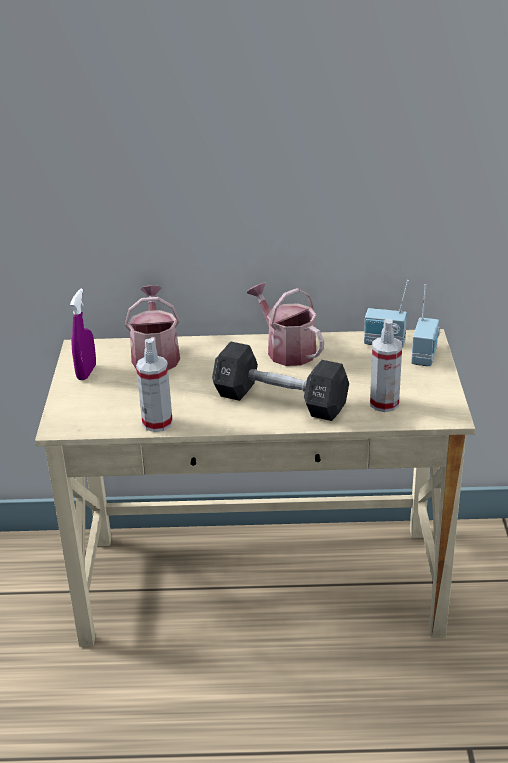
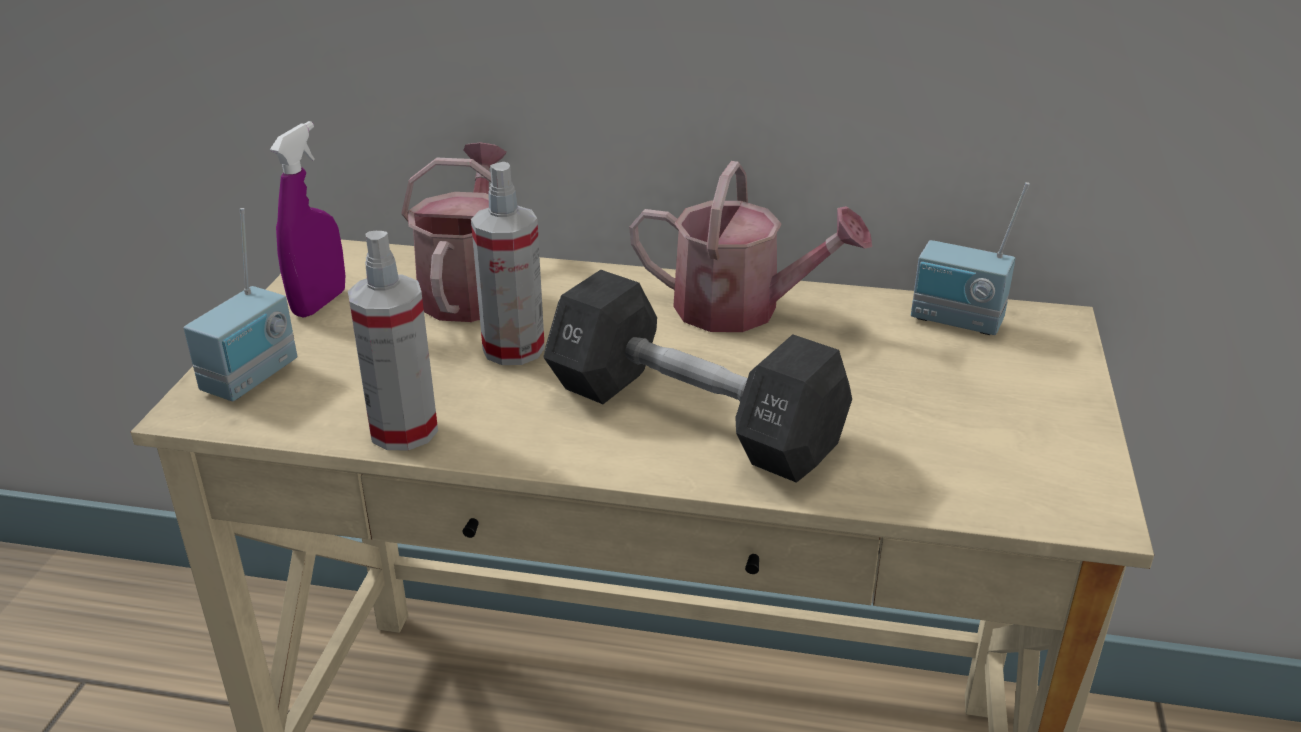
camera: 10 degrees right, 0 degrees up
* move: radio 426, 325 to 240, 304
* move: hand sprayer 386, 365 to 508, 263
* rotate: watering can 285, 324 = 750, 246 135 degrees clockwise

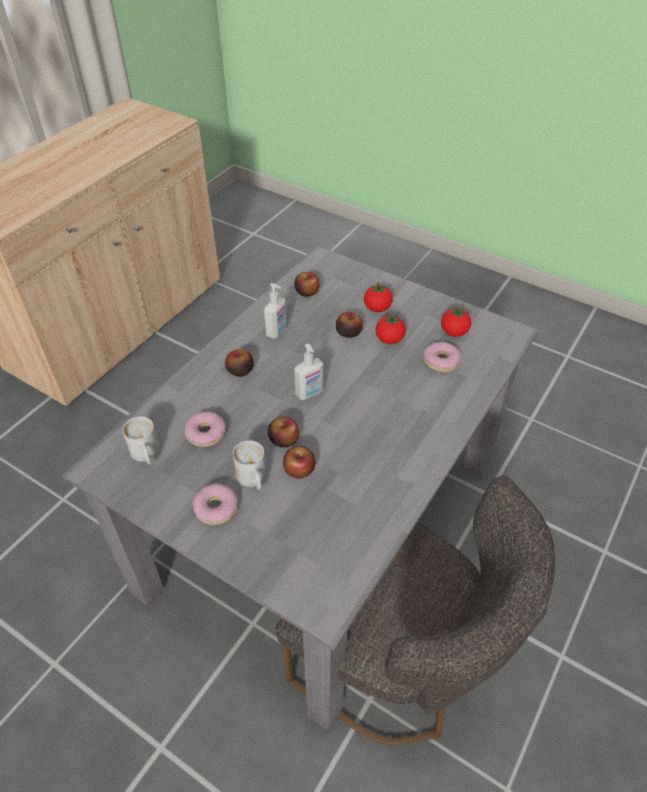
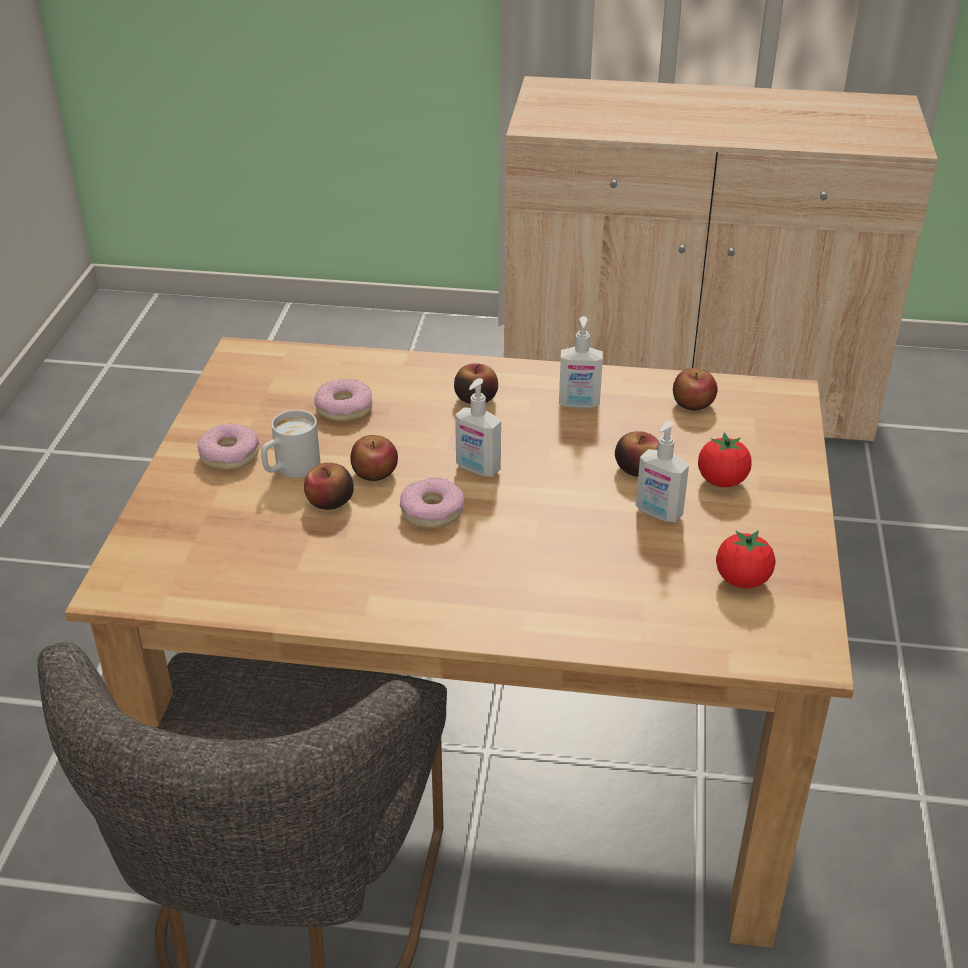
camera: 65 degrees right, 10 degrees down
* recolor: gray dining table 300, 488 to brownish dining table 459, 642
* move: doughnut 442, 357 to 432, 502
* replace: fresh tomato 391, 328 to soap dispenser 662, 471
* delete: white-coloured tea mug 141, 440

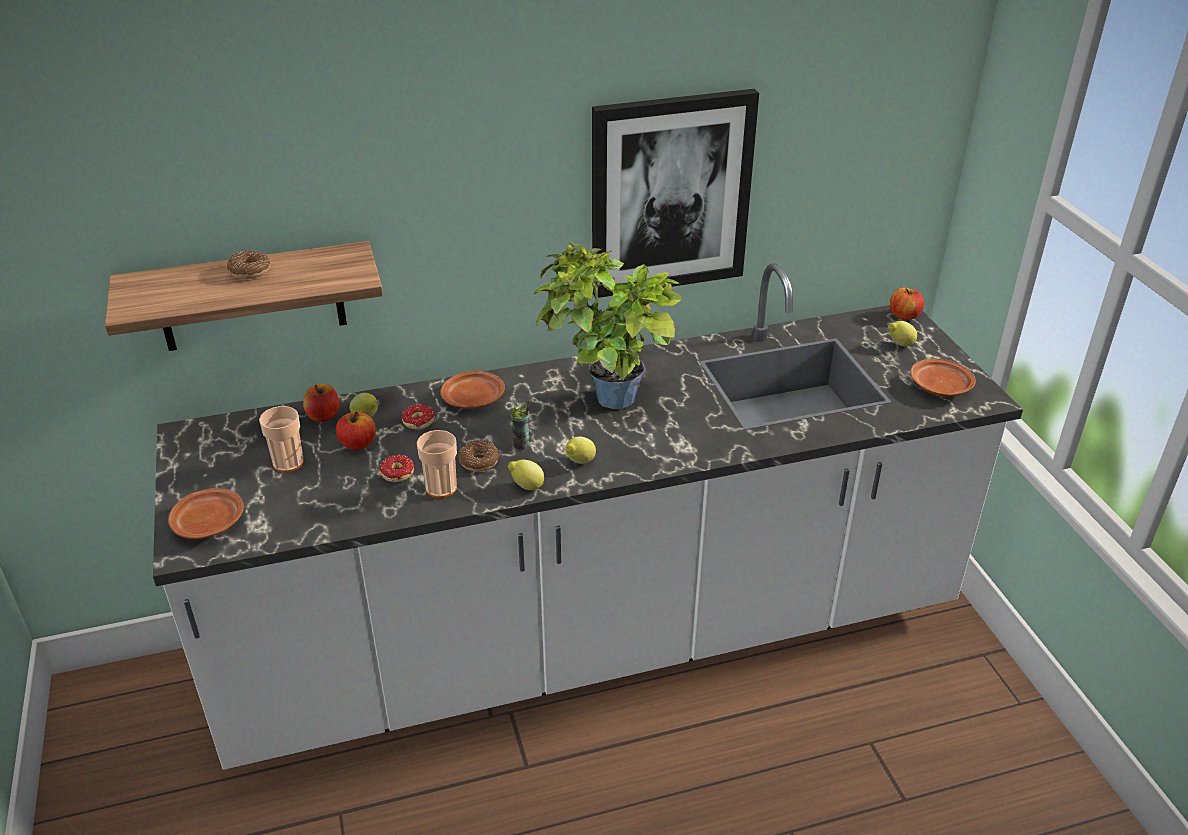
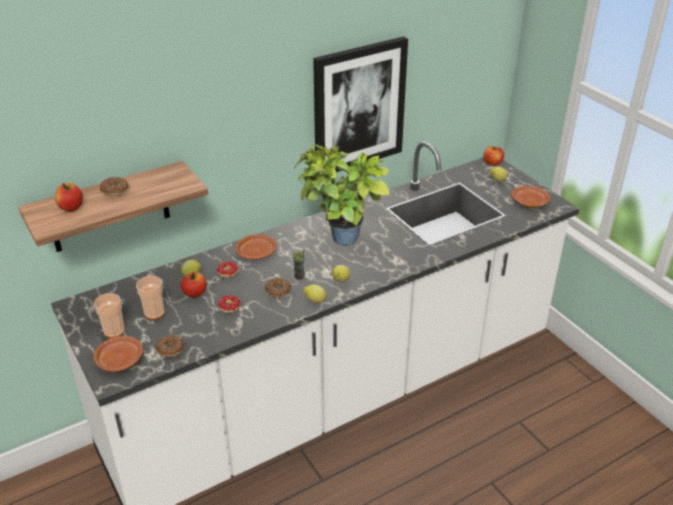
camera: 15 degrees left, 0 degrees up
* move: apple 321, 403 to 69, 197
* move: drinking cup 437, 464 to 109, 315
* insert: doughnut 170, 346

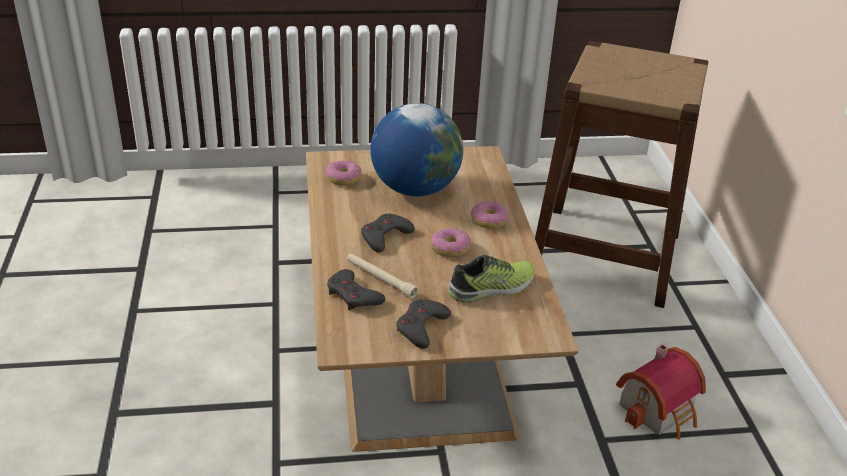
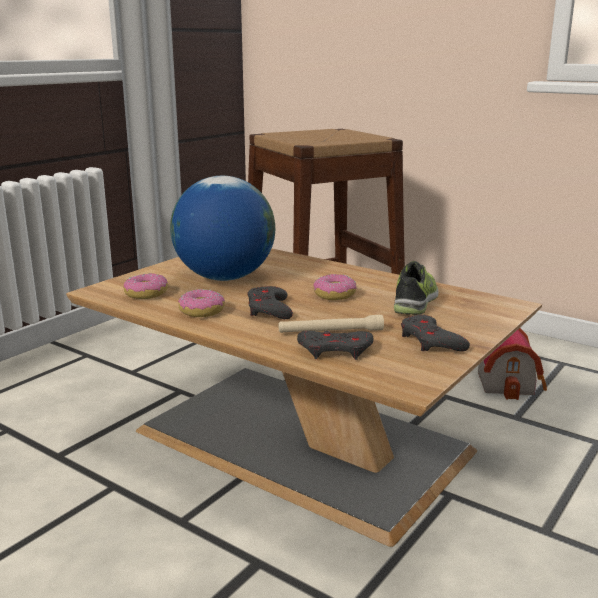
camera: 45 degrees left, 15 degrees down
* move: doughnut 489, 215 to 201, 303

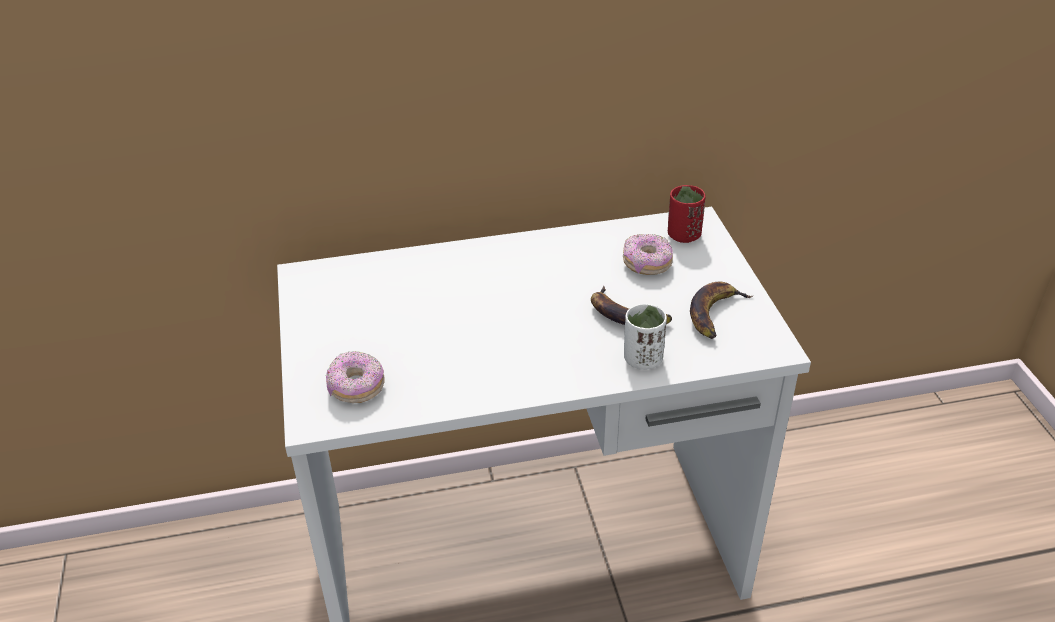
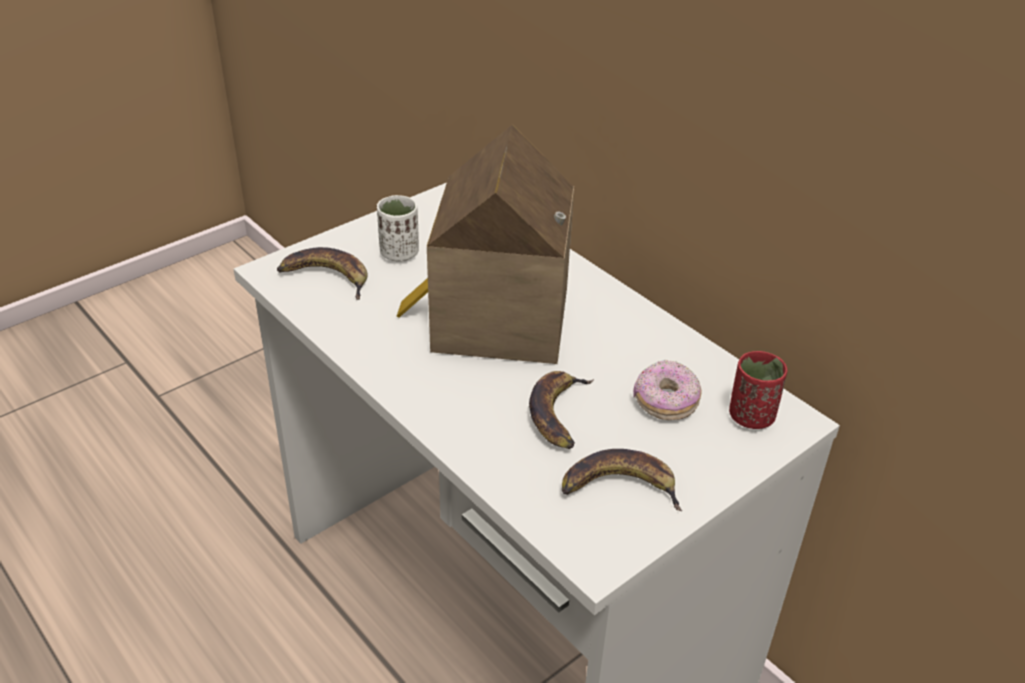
camera: 60 degrees right, 0 degrees up
* replace: doughnut 355, 377 to banana 322, 273
* move: white-coloured drinking cup 645, 337 to 398, 228
* insert: miniature house 485, 244

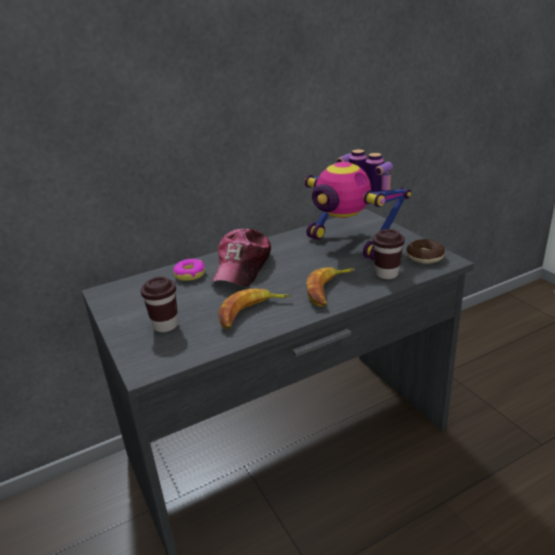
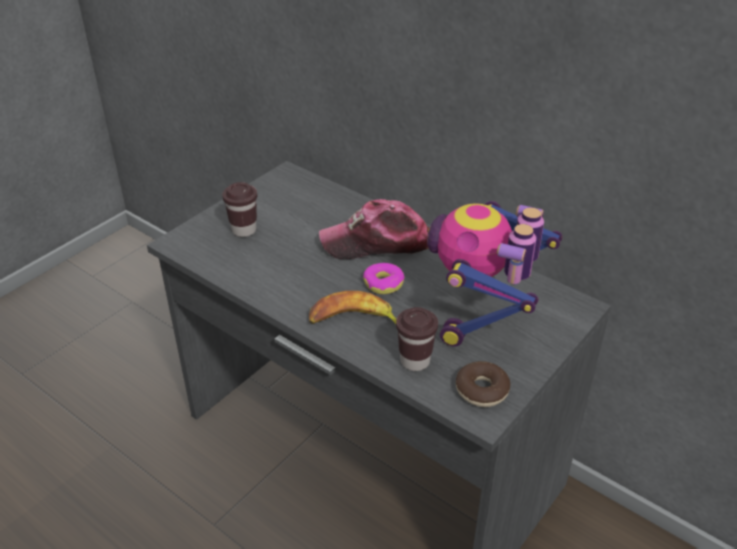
camera: 65 degrees right, 10 degrees up
* move: doughnut 189, 270 to 384, 278
* delete: banana 254, 308

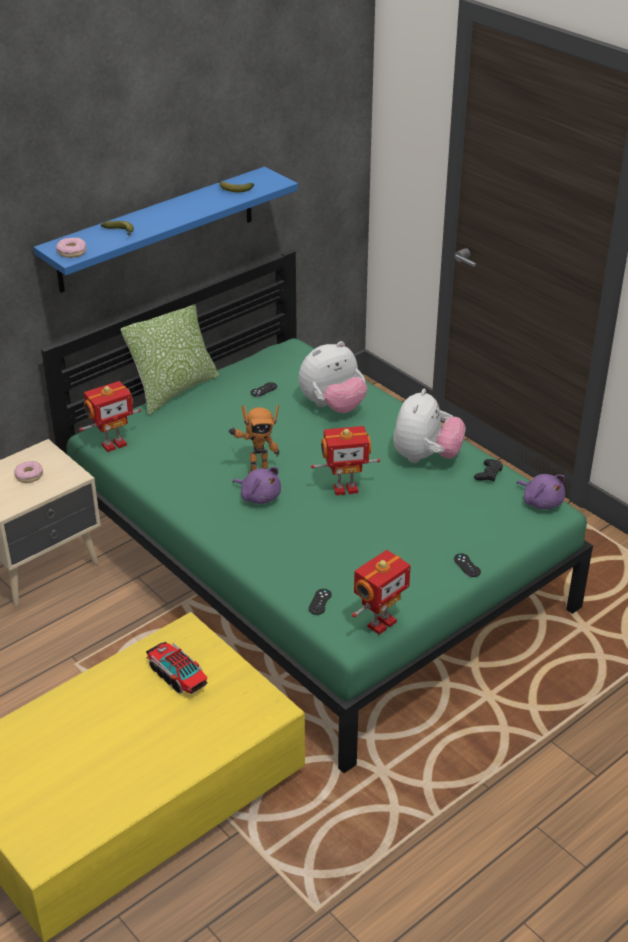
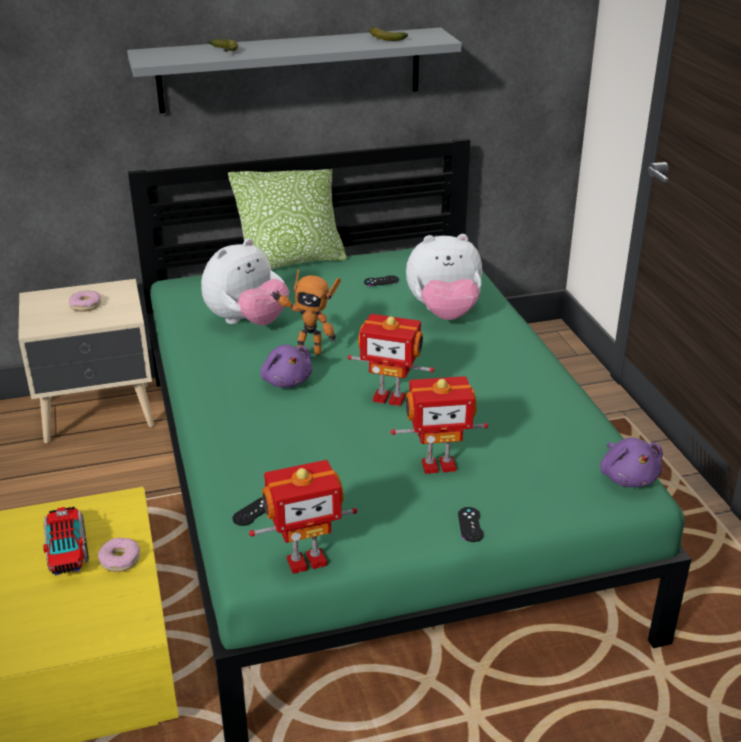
camera: 25 degrees right, 5 degrees down
* move: doughnut 71, 248 to 119, 555
* recolor: bluish bracket shelf 166, 230 to gray bracket shelf 294, 70
* move: soft toy 429, 426 to 245, 281
* move: model robot 110, 416 to 439, 425
* delete: black-coloured gamepad 488, 470

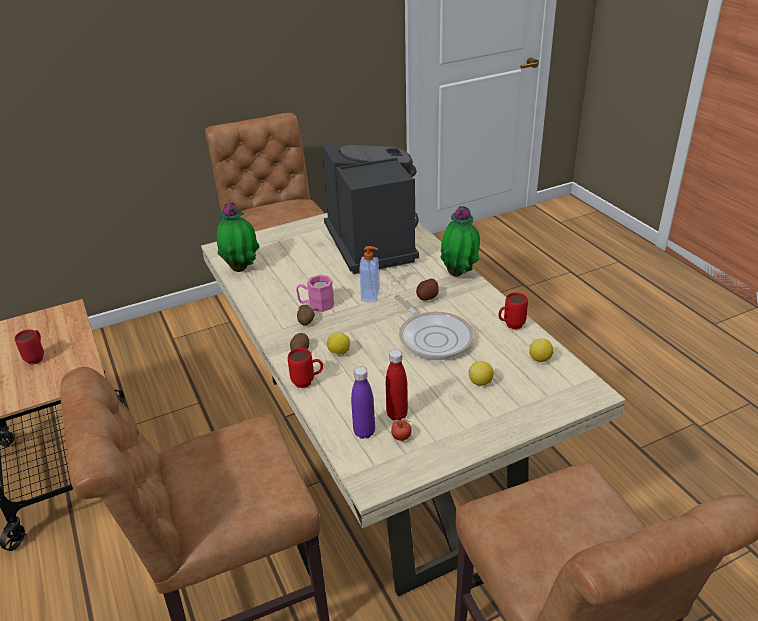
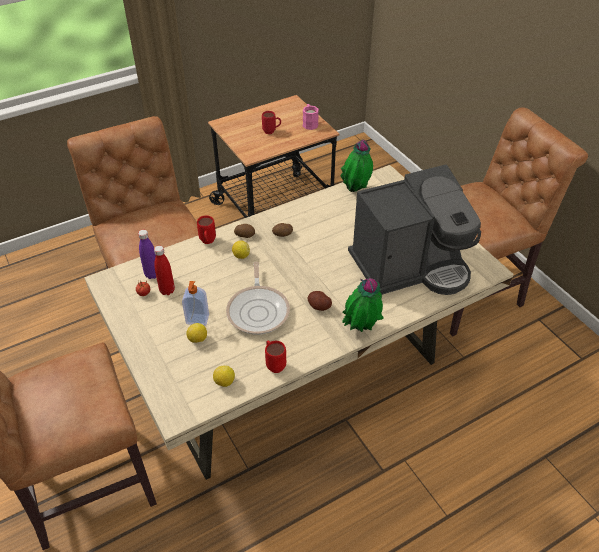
camera: 85 degrees right, 10 degrees up
* move: soap dispenser 369, 274 to 195, 303
* rotate: frying pan 434, 327 = 258, 298 60 degrees counterclockwise
* move: pink-coloured tea mug 315, 293 to 311, 117

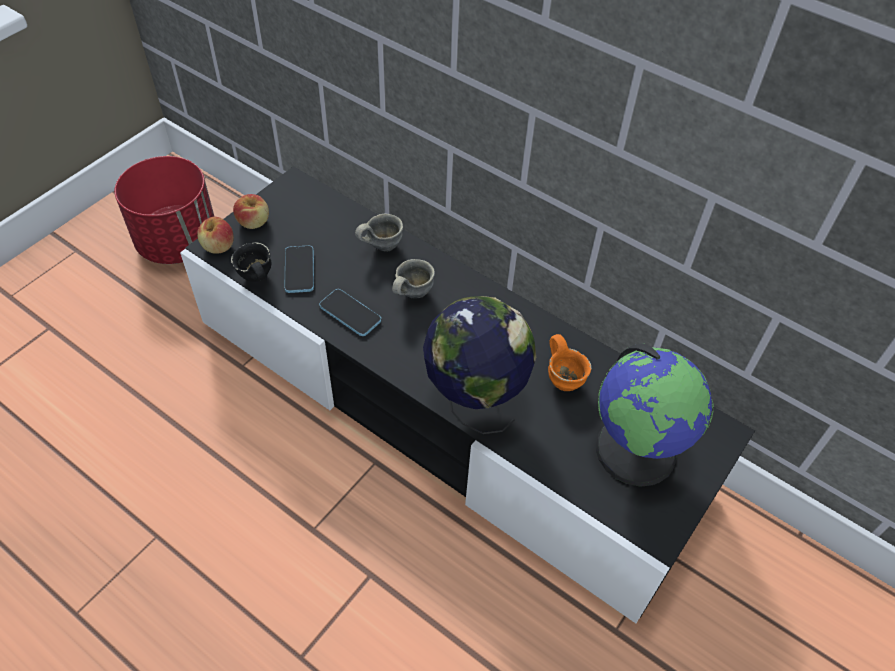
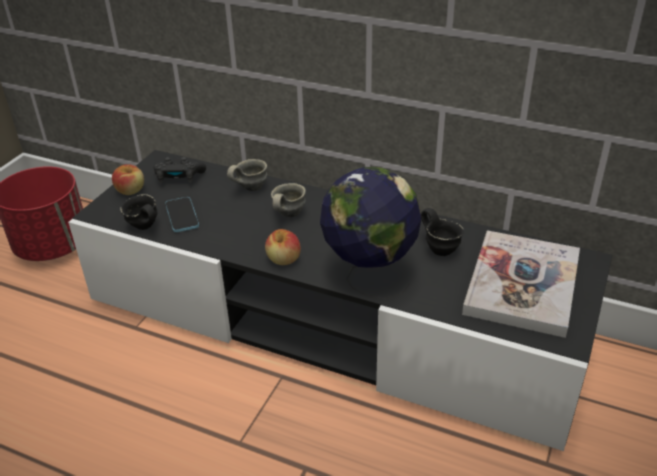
camera: 10 degrees left, 15 degrees down
* insert: black-coloured gamepad 180, 170
* move: apple 215, 235 to 283, 247
* recolor: orange-coloured tea mug 570, 362 to black-coloured tea mug 442, 232
* replace: desk globe 655, 415 to bound book 521, 284
* delete: handset 350, 312

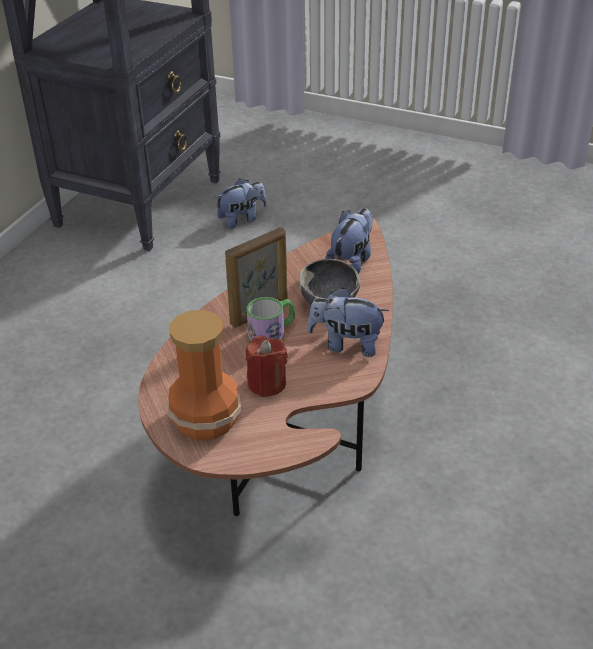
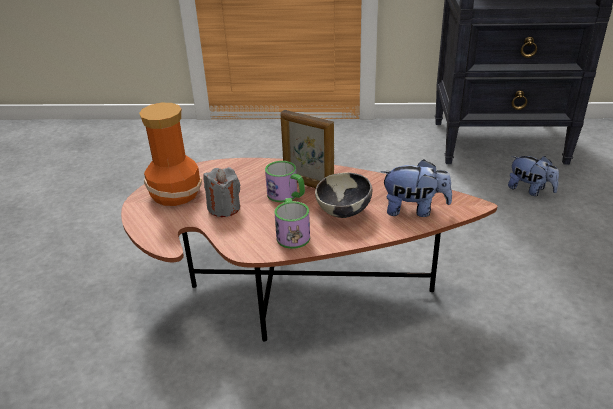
camera: 70 degrees right, 5 degrees down
* recolor: red-coloured wax light 267, 366 to gray wax light 222, 192
* replace: soft toy 348, 322 to tea mug 292, 223

